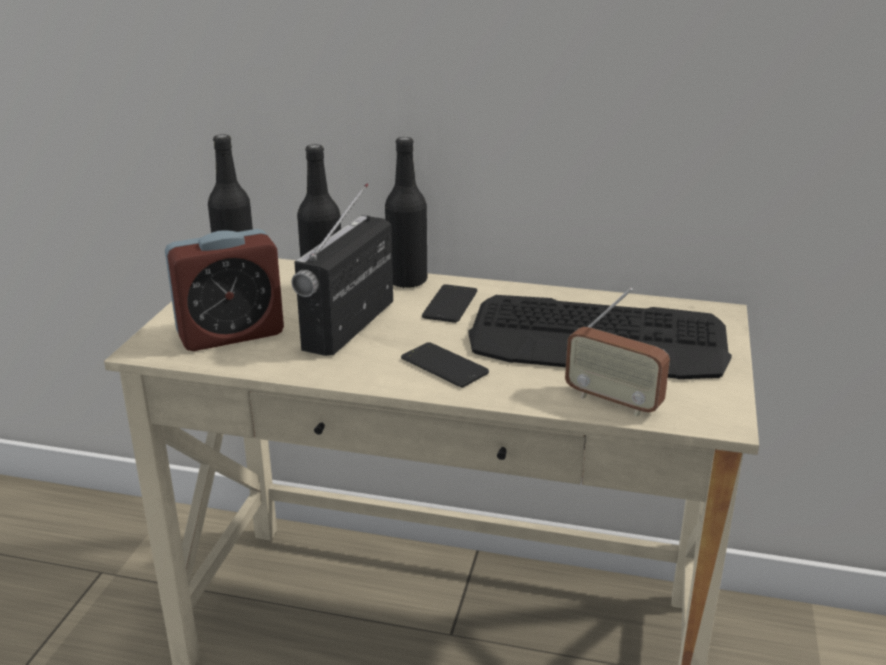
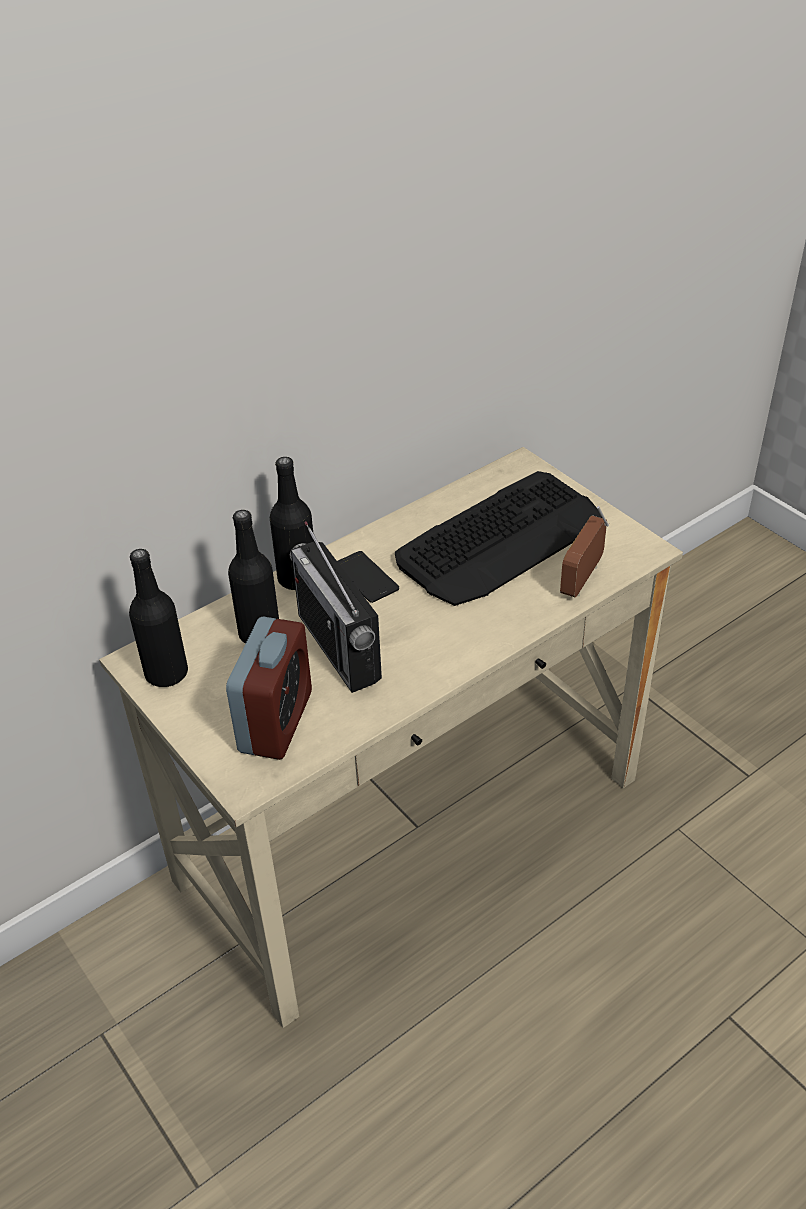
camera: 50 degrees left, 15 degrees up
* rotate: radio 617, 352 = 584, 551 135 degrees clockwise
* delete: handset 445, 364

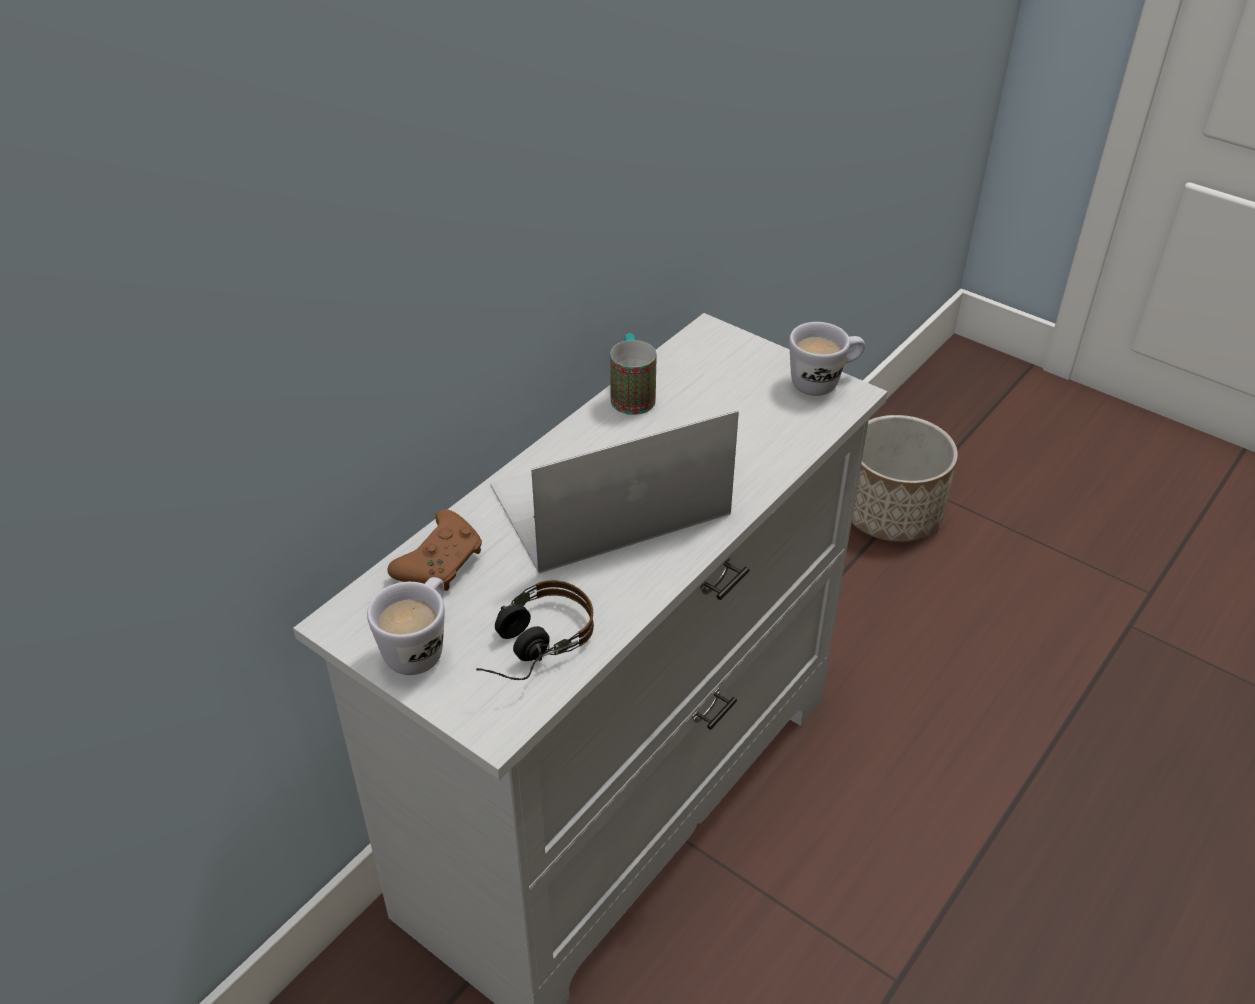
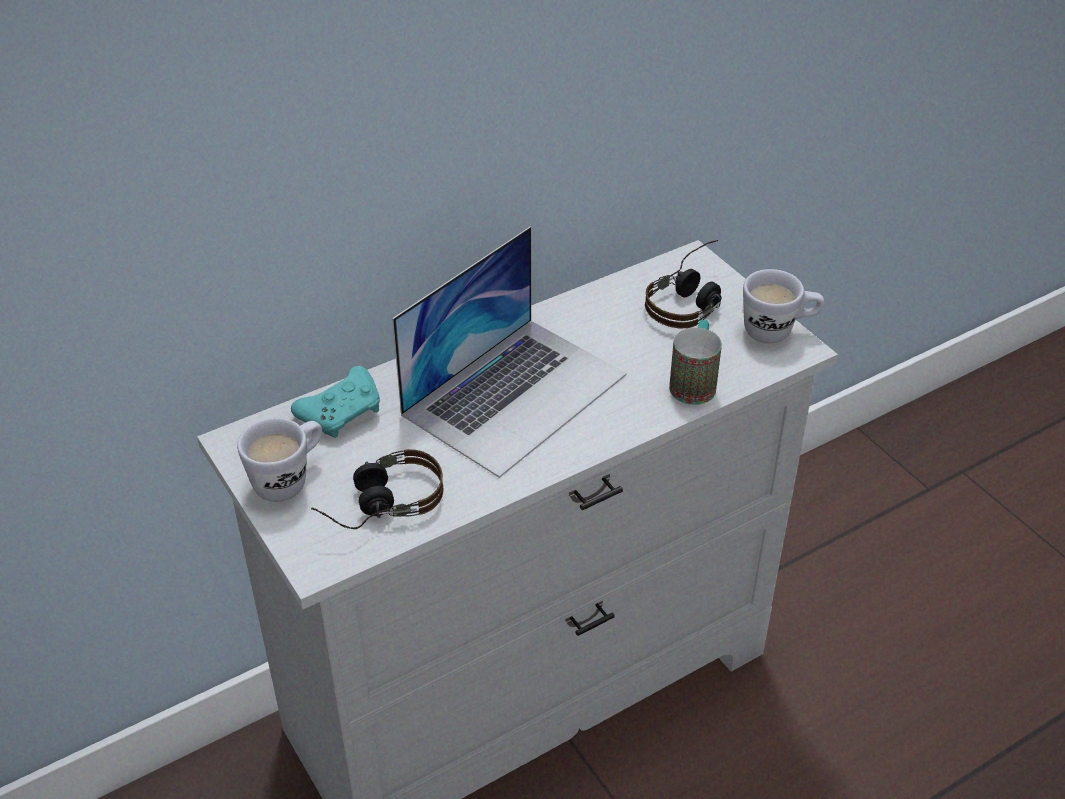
camera: 20 degrees right, 0 degrees up
* recolor: brownish gamepad 435, 550 to turquoise gamepad 335, 402
* rotate: laptop 614, 492 = 509, 352 135 degrees clockwise
* insert: headset 683, 284
* move: tea mug 633, 374 to 695, 362
* delete: plant pot 904, 478

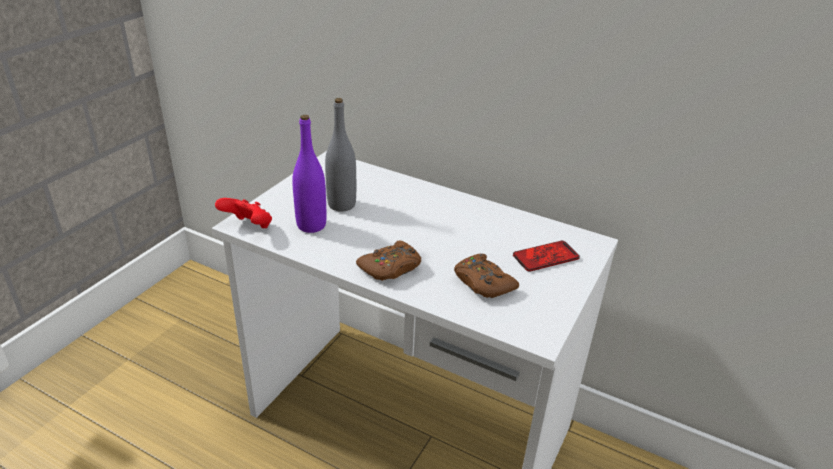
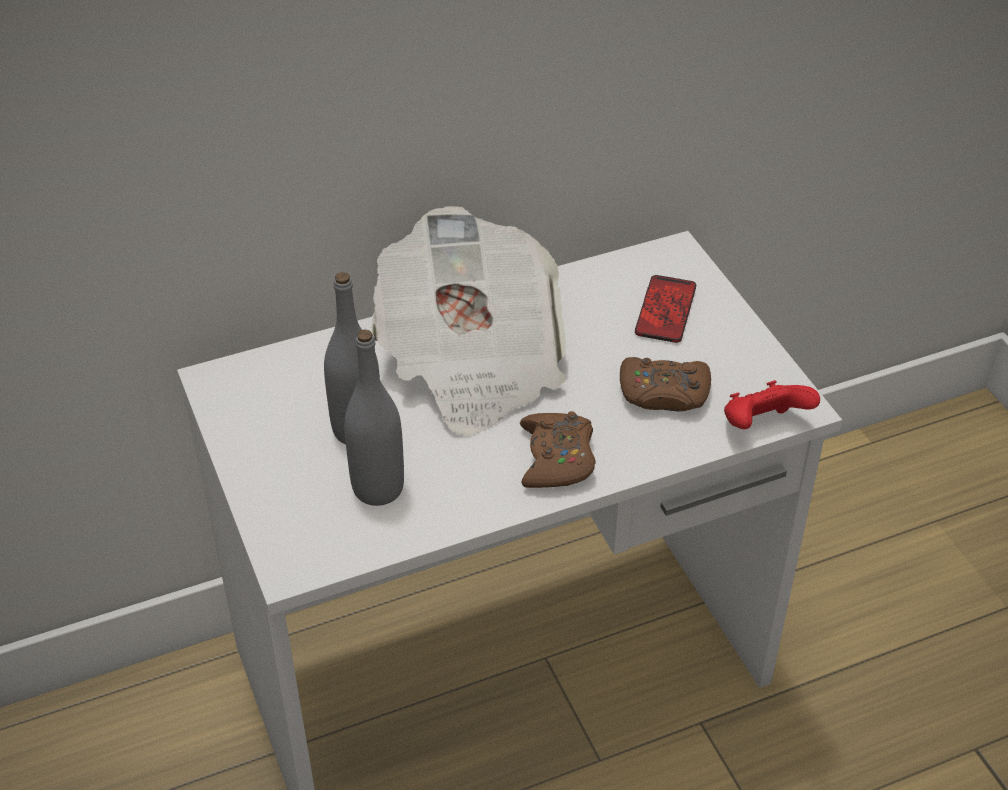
camera: 50 degrees left, 10 degrees up
* recolor: purplish drink bottle 309, 174 to gray drink bottle 374, 417
* insert: printed paper 468, 321
* move: red-coloured gamepad 243, 213 to 772, 404

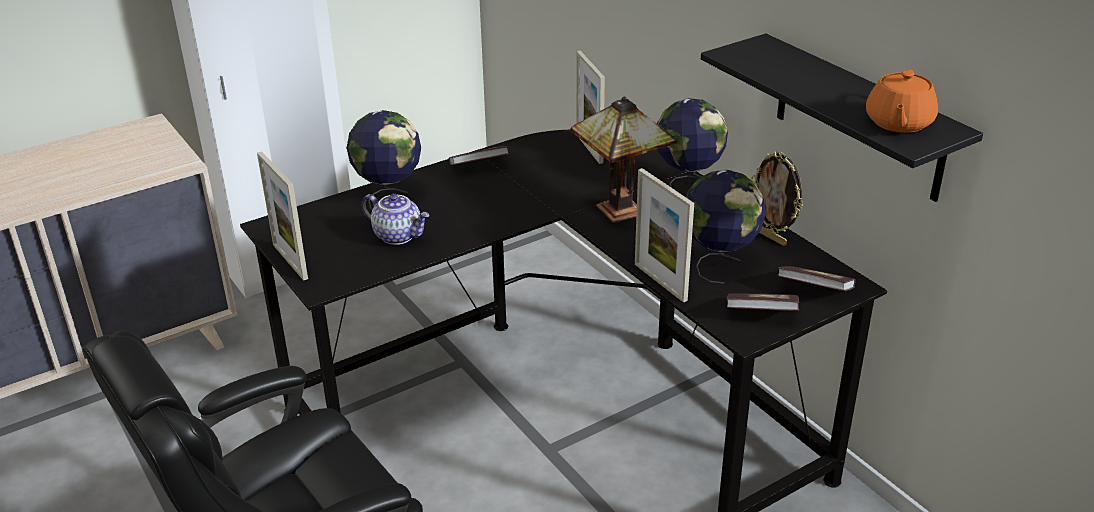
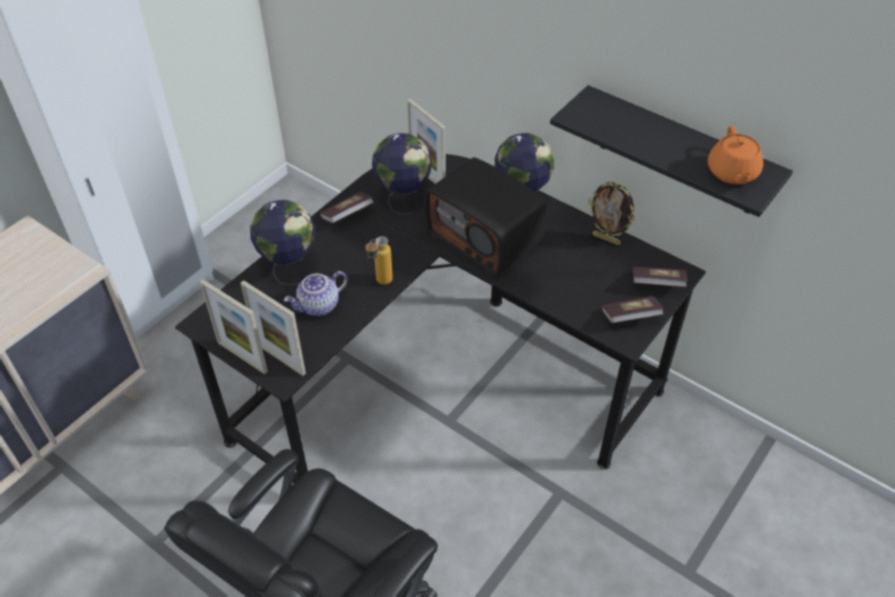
camera: 20 degrees left, 15 degrees up
* move: picture frame 664, 235 to 273, 328
* rotate: pot for tea 395, 219 = 316, 293 135 degrees clockwise
* insert: drink bottle 379, 260
* move: desk globe 726, 227 to 402, 174
* replace: tabletop lamp 623, 160 to radio 485, 217

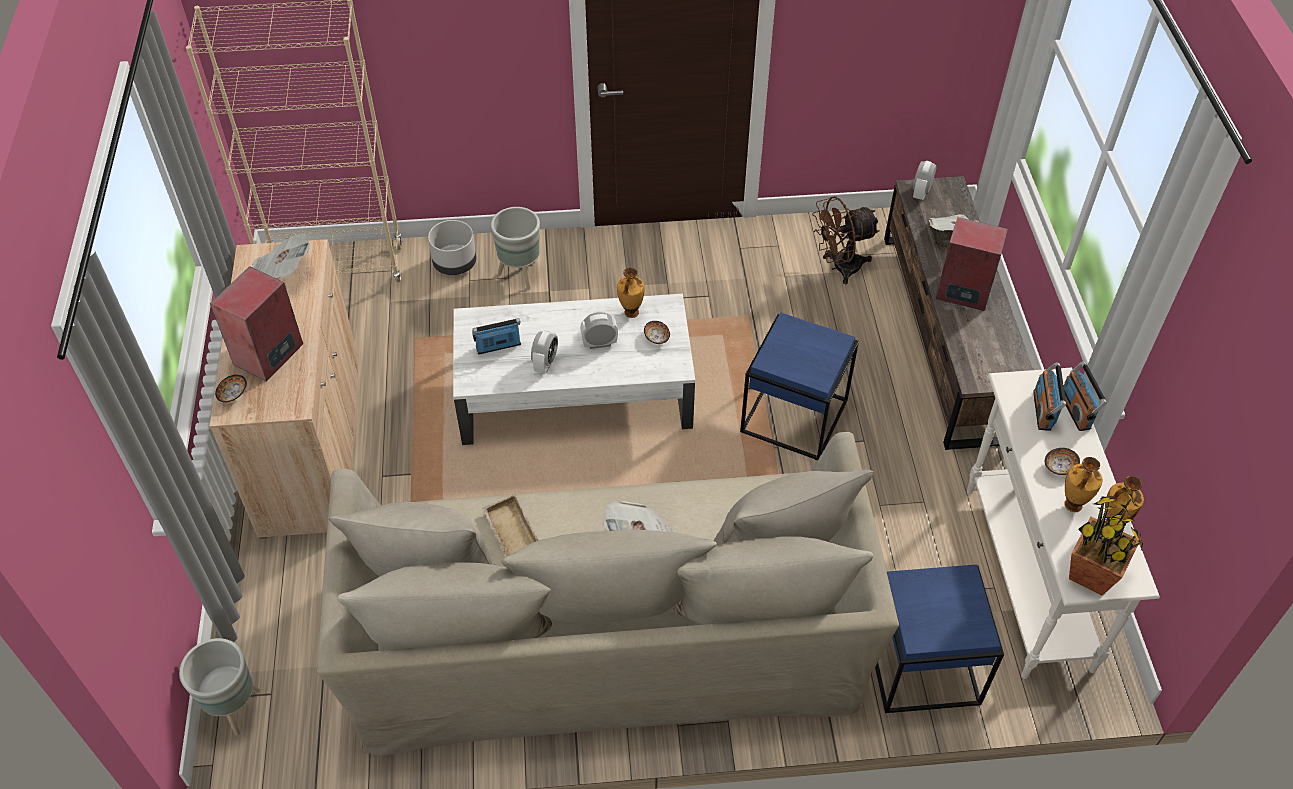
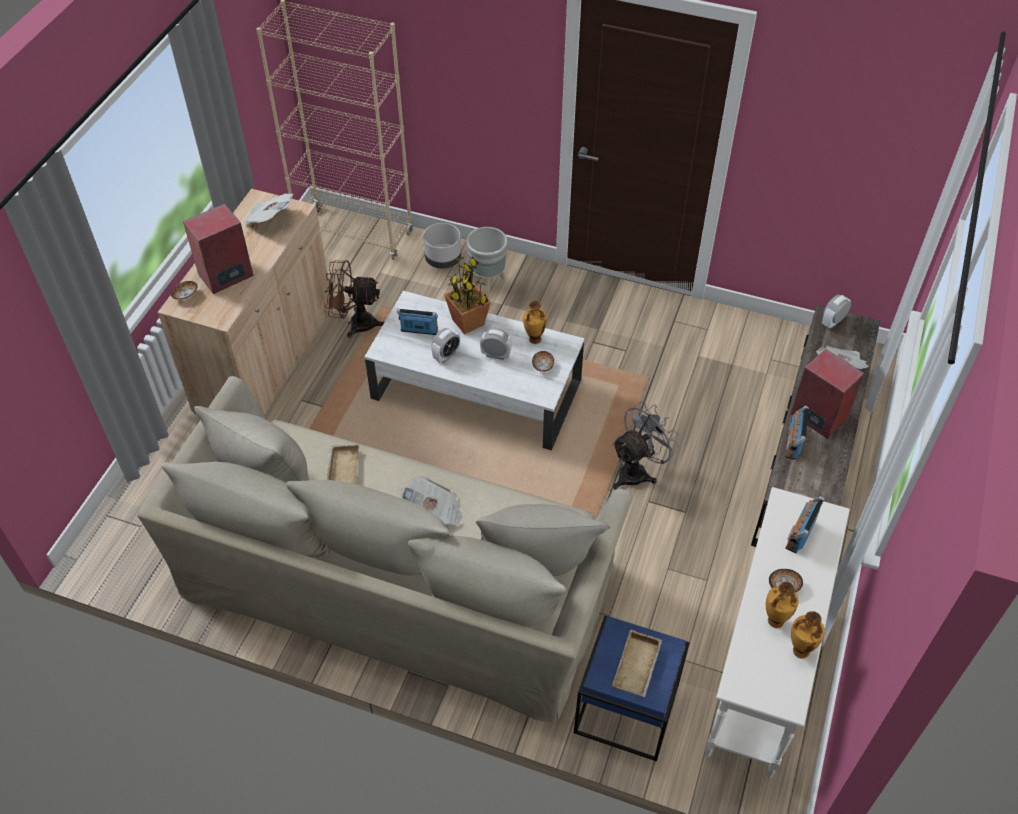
camera: 25 degrees right, 0 degrees up
* move: brownish electric fan 846, 240 to 354, 299
* move: plant in a pot 1106, 544 to 467, 295
* replace: bluish accent table 799, 386 to gray electric fan 646, 445
* insert: beige-coloured serving tray 637, 663
* move: radio 1085, 396 to 797, 432
* delete: gray plant pot 219, 687

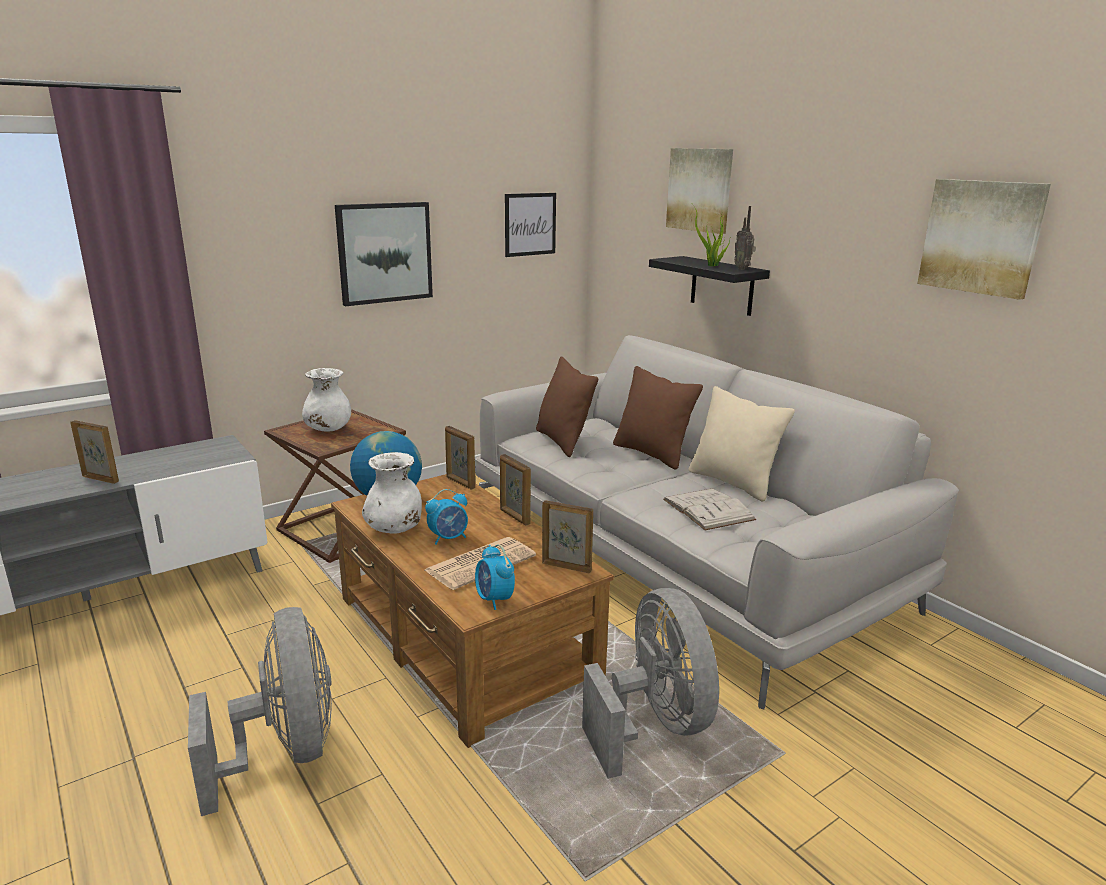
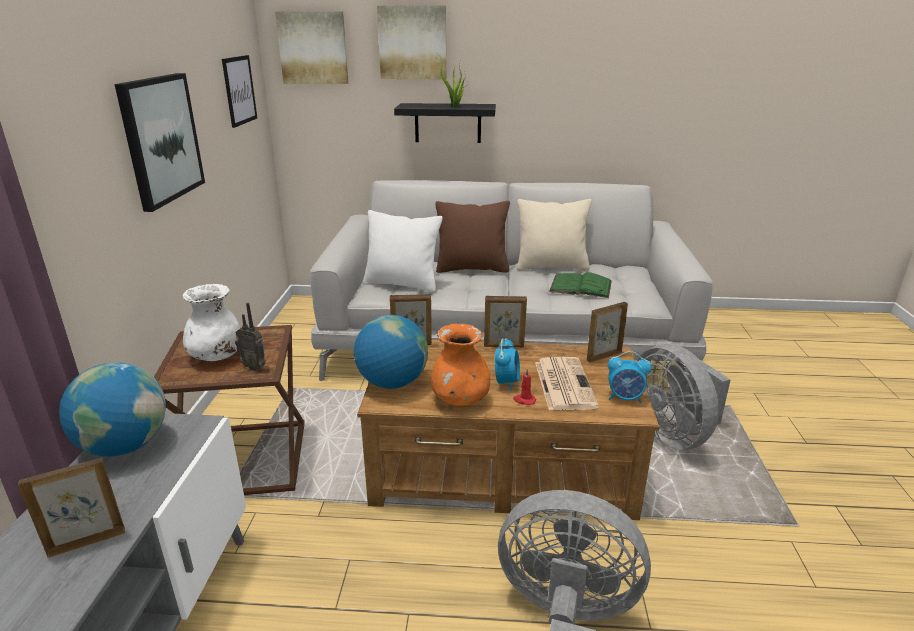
camera: 50 degrees left, 5 degrees up
* insert: desk globe 112, 409
* move: radio 744, 238 to 250, 337
* move: picture 984, 239 to 311, 47
* recolor: brownish cushion 567, 406 to white-coloured cushion 403, 251
* recolor: white-coloured flower vase 392, 493 to orange-coloured flower vase 460, 364
* insert: red-coloured wax light 524, 387
* recolor: white-coloured bound book 709, 509 to green-coloured bound book 580, 285
* rotate: gray electric fan 650, 683 = 684, 397 135 degrees counterclockwise

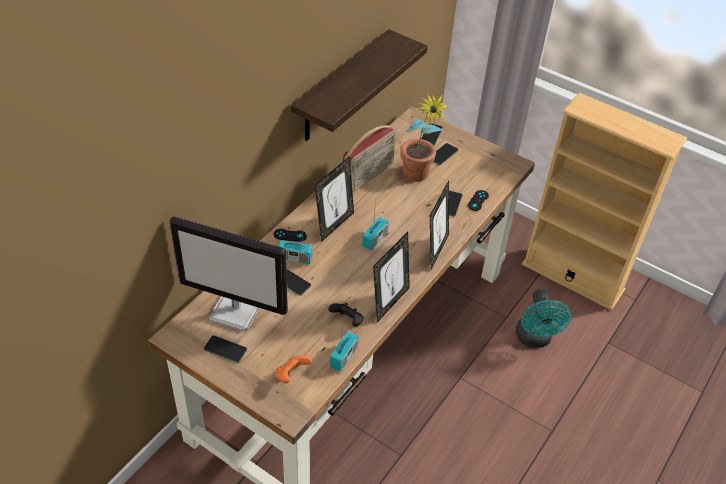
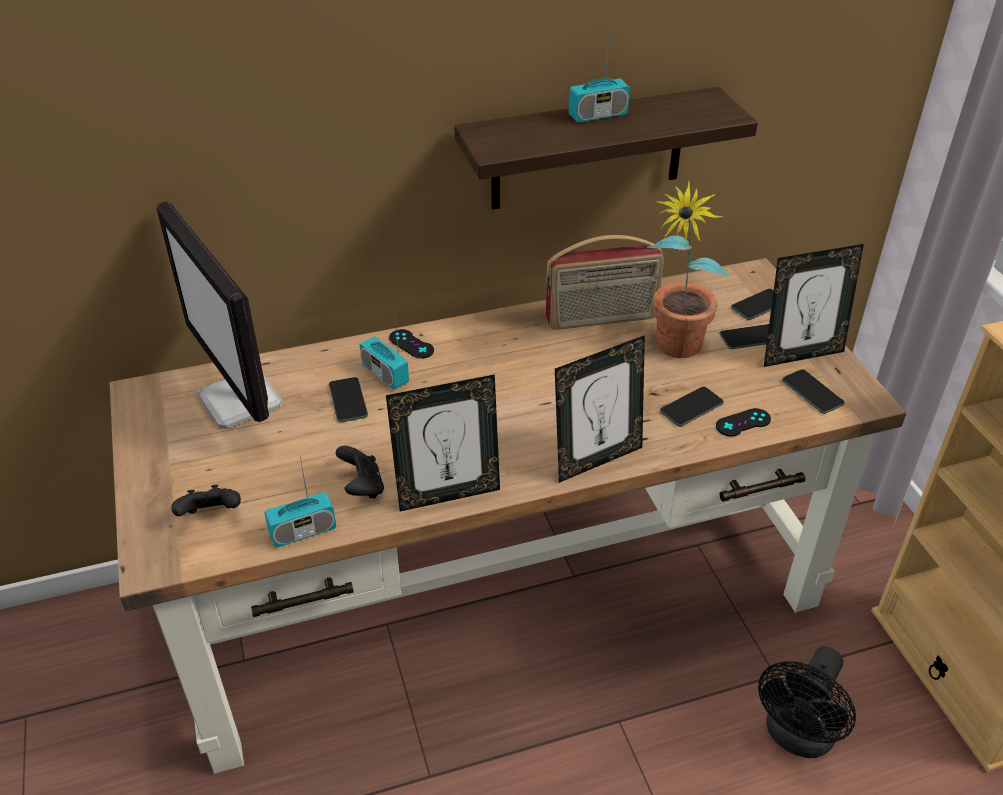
camera: 40 degrees right, 5 degrees down
* recolor: orange-coloured gamepad 293, 369 to black-coloured gamepad 206, 500
* move: radio 375, 226 to 599, 79
* recolor: turquoise electric fan 544, 318 to black-coloured electric fan 807, 702
* move: picture frame 334, 199 to 814, 305
* move: handset 225, 349 to 813, 391

